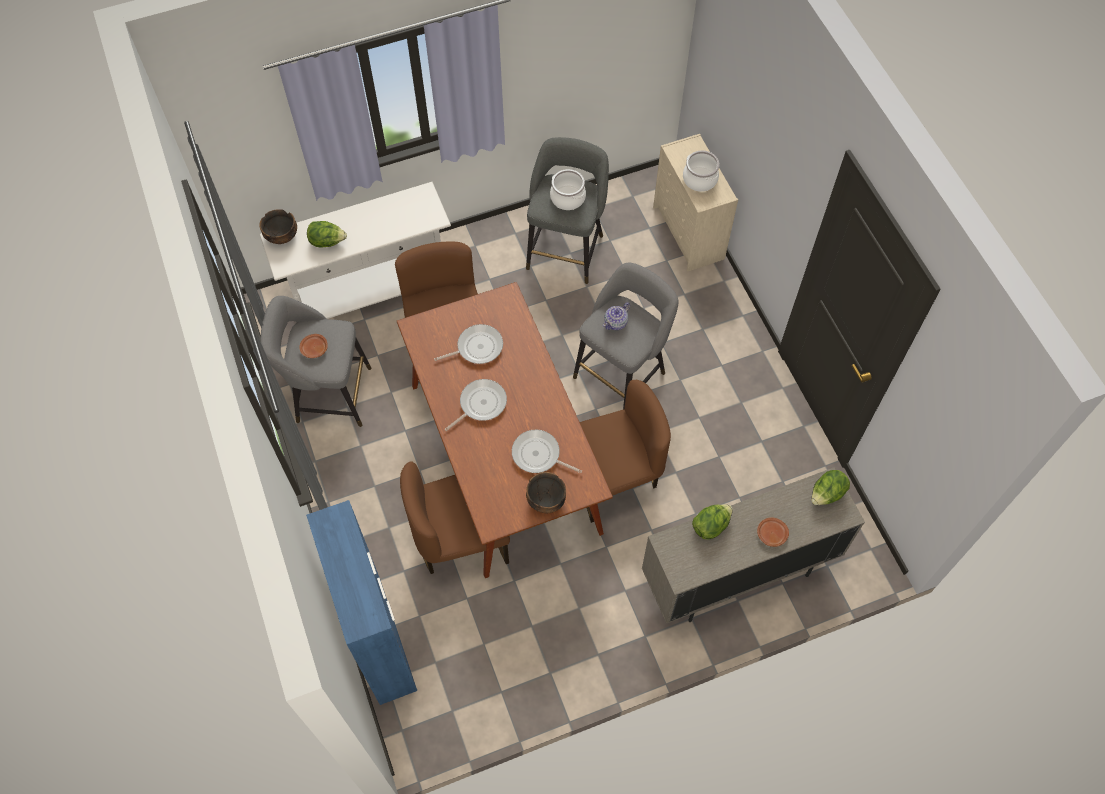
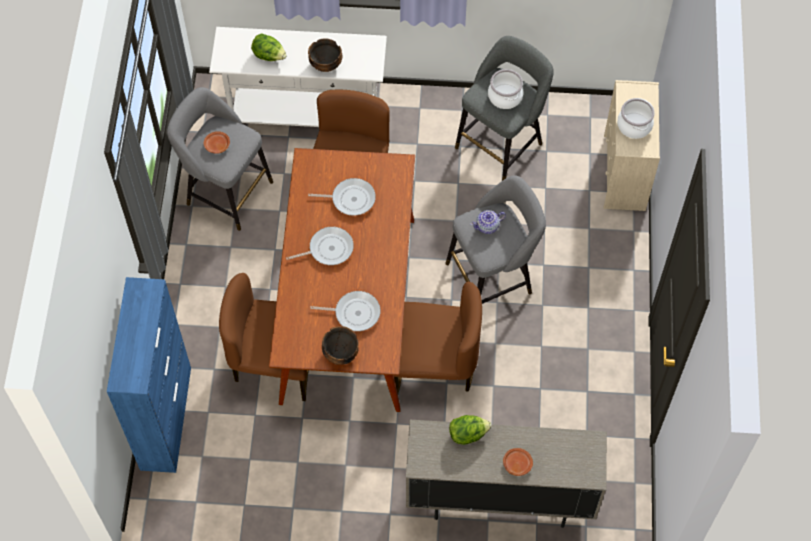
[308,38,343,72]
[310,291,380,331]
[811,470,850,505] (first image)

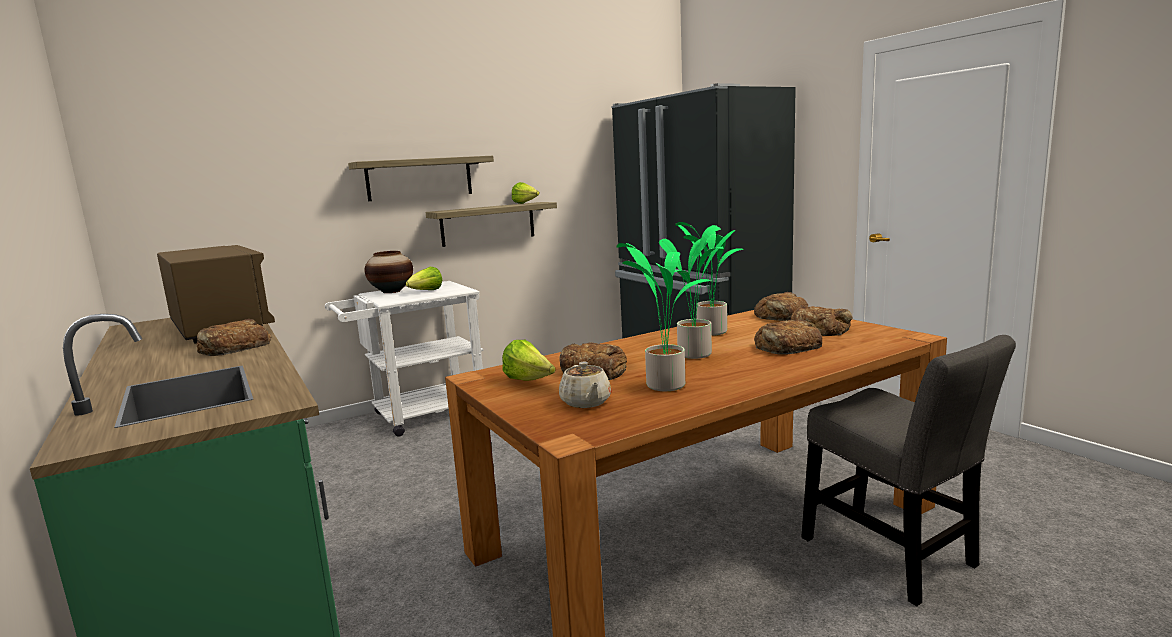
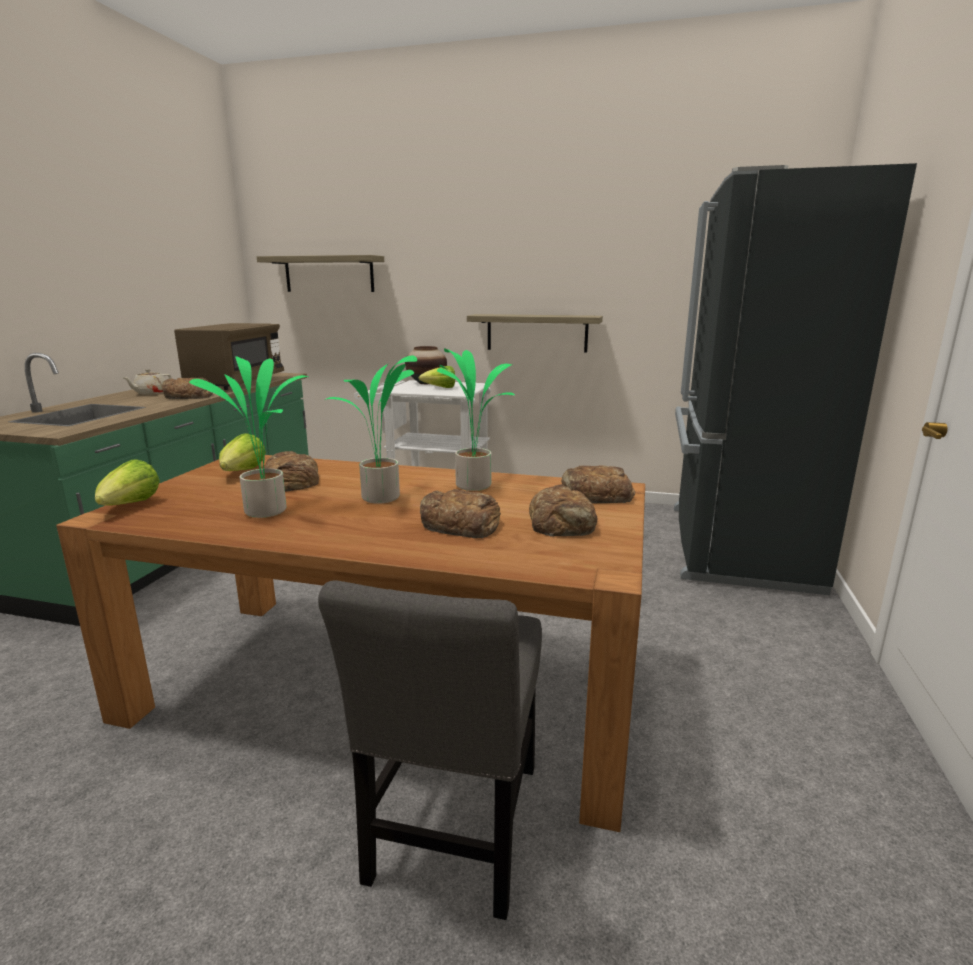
[257,255,384,292]
[95,459,160,506]
[122,369,171,395]

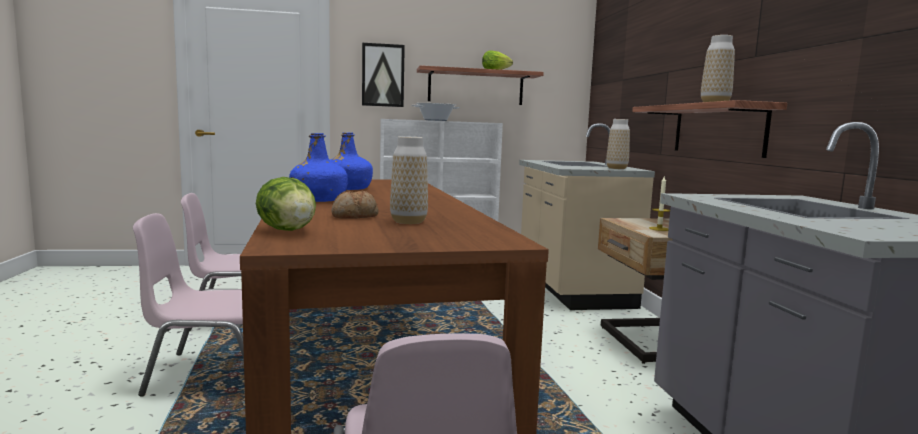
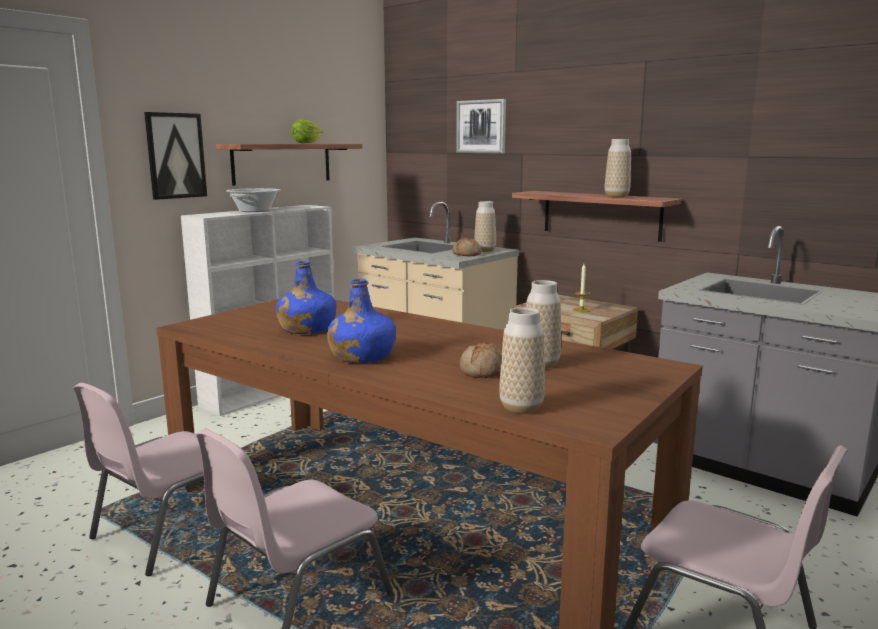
[499,307,545,414]
[452,238,481,256]
[456,99,506,154]

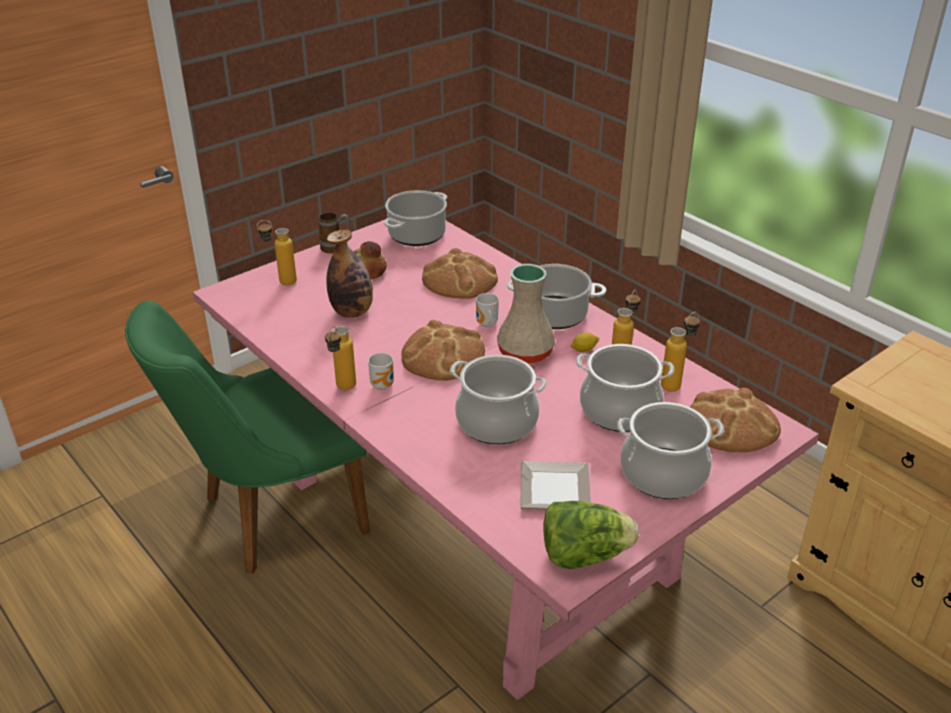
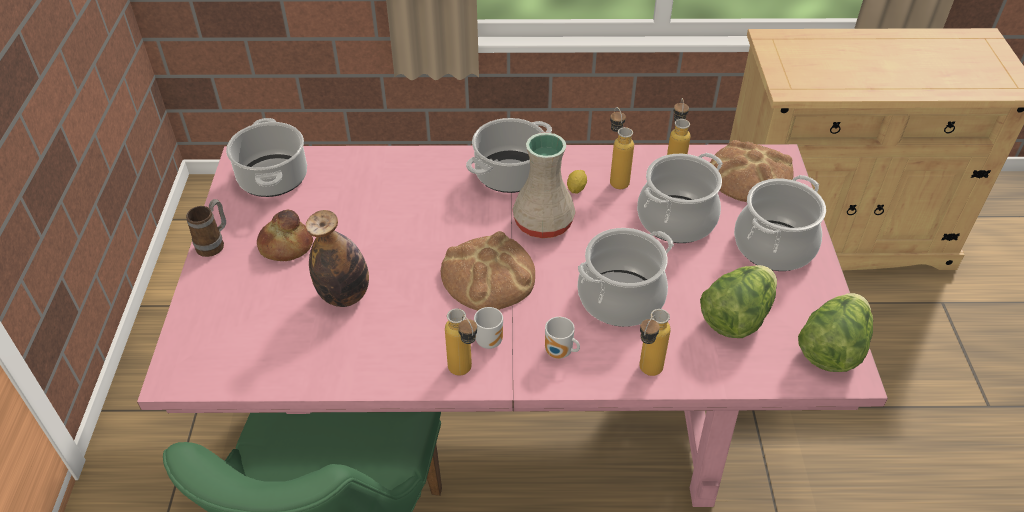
[639,309,671,376]
[422,248,498,299] (first image)
[545,317,580,359]
[700,265,777,338]

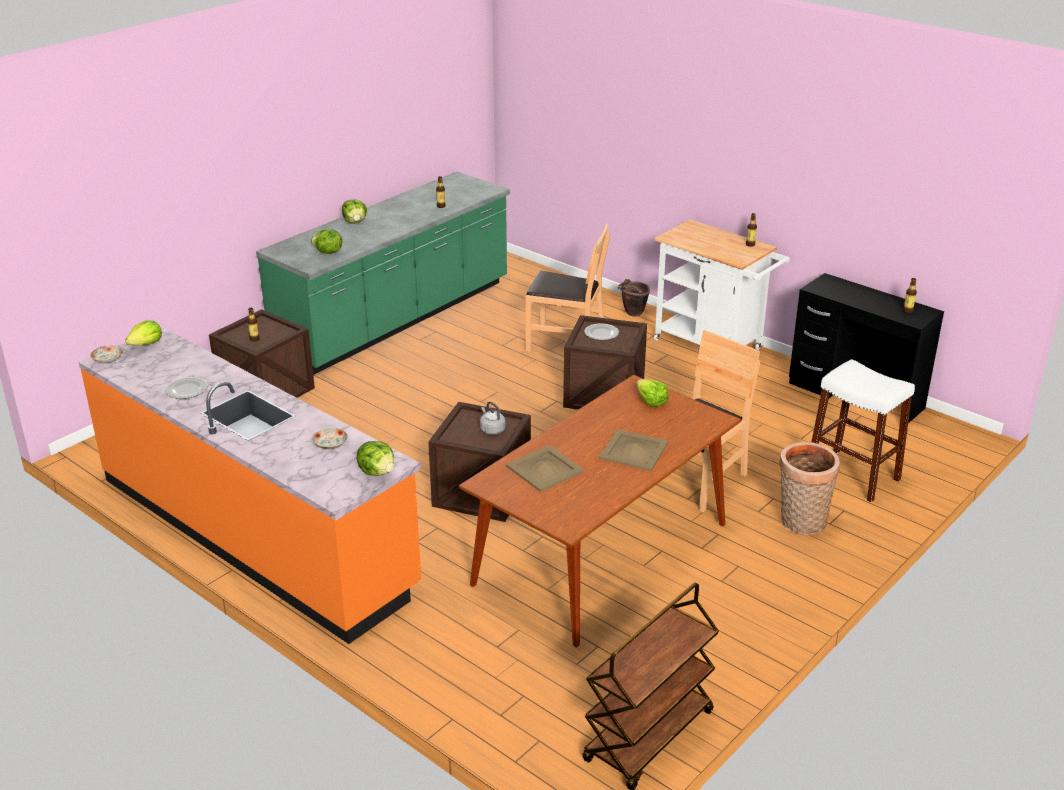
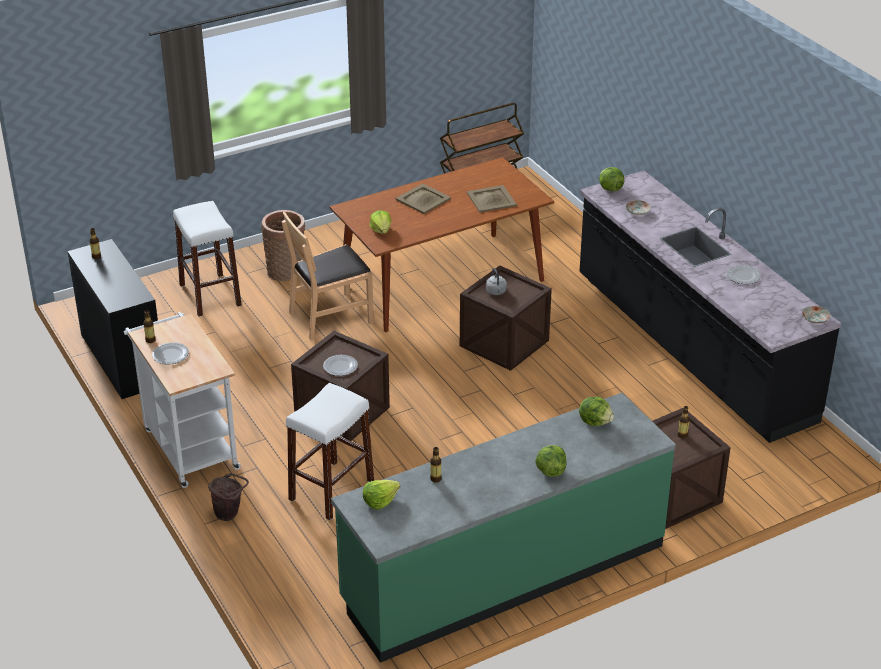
[579,170,841,443]
[363,480,400,510]
[286,383,374,520]
[152,342,189,364]

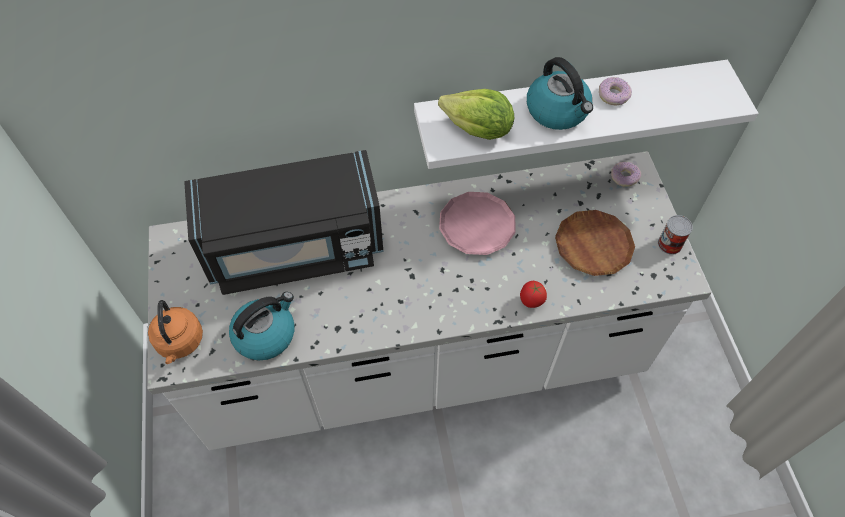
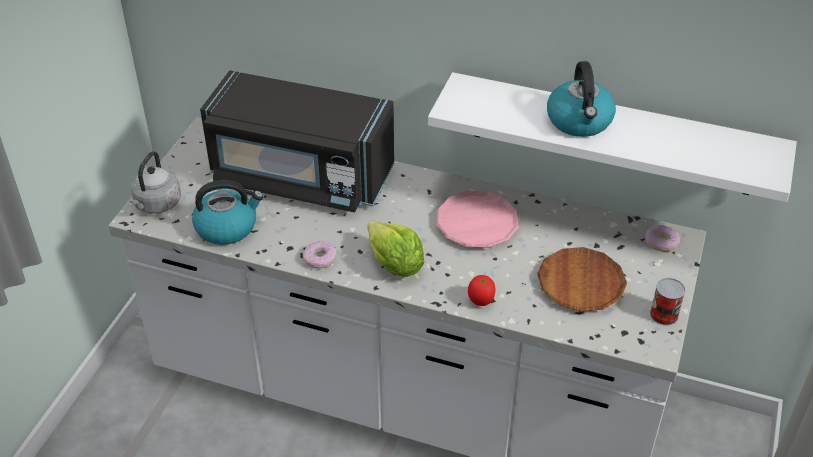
[129,151,181,214]
[367,221,425,277]
[303,241,337,268]

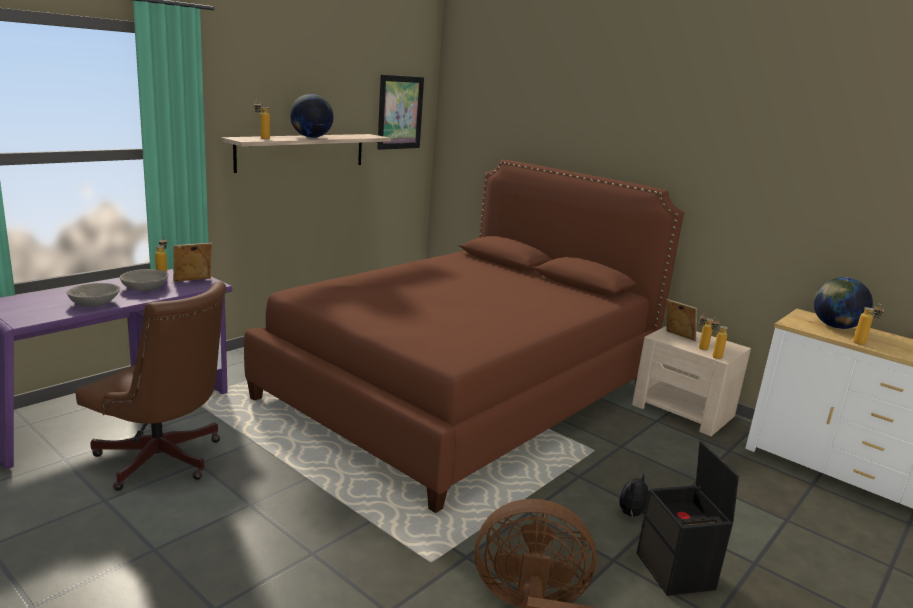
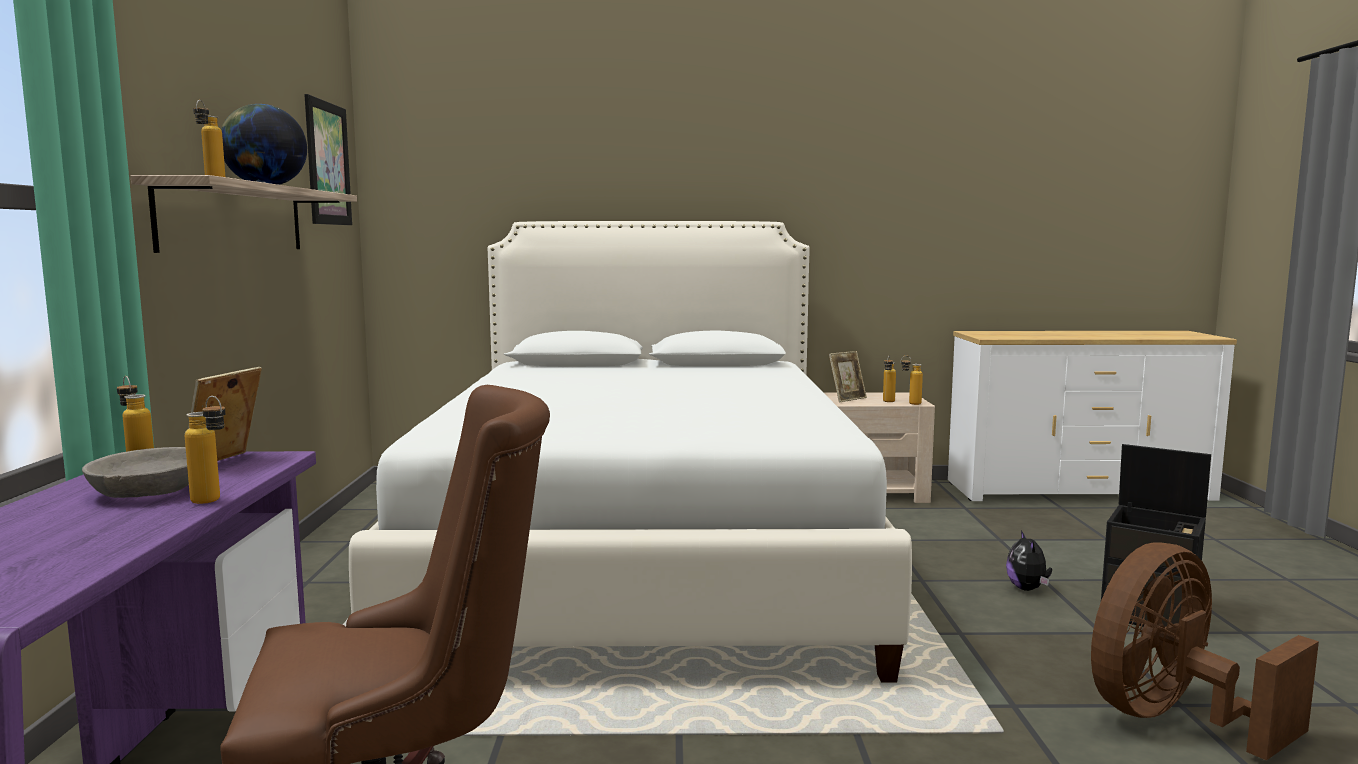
[67,283,120,307] (first image)
[349,221,912,682]
[829,351,867,403]
[813,277,873,329] (first image)
[185,396,225,504]

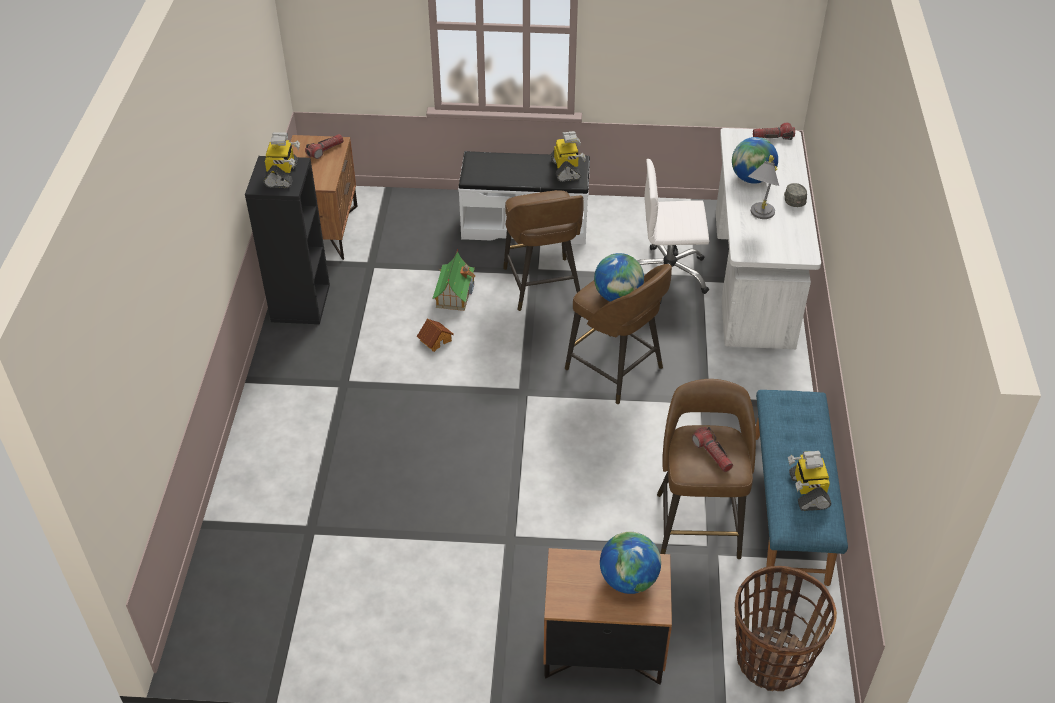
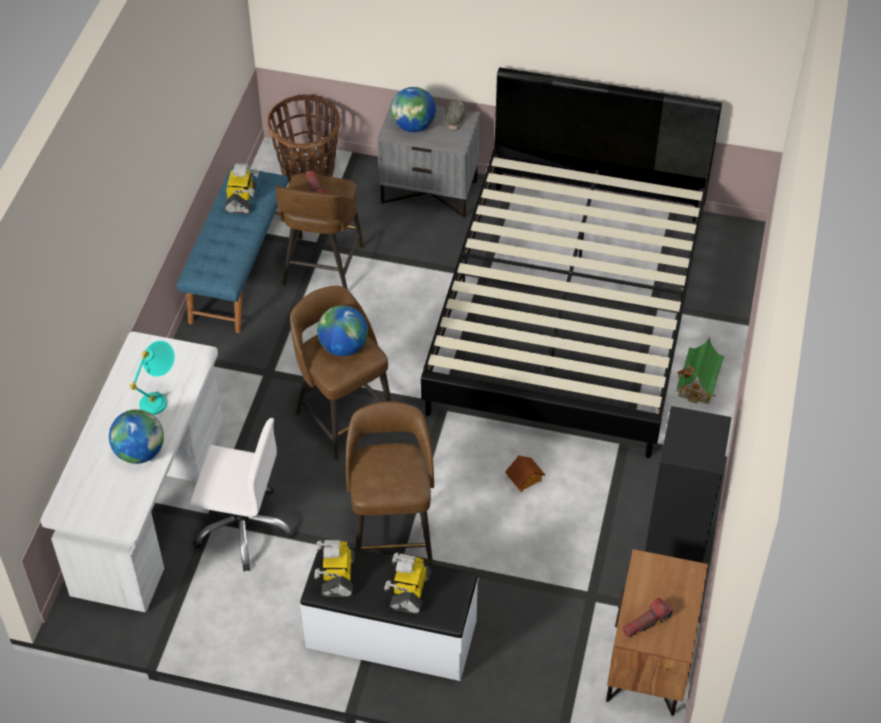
[384,553,431,614]
[676,336,724,404]
[377,100,481,218]
[130,341,175,415]
[753,123,795,140] (first image)
[445,100,465,132]
[421,67,722,458]

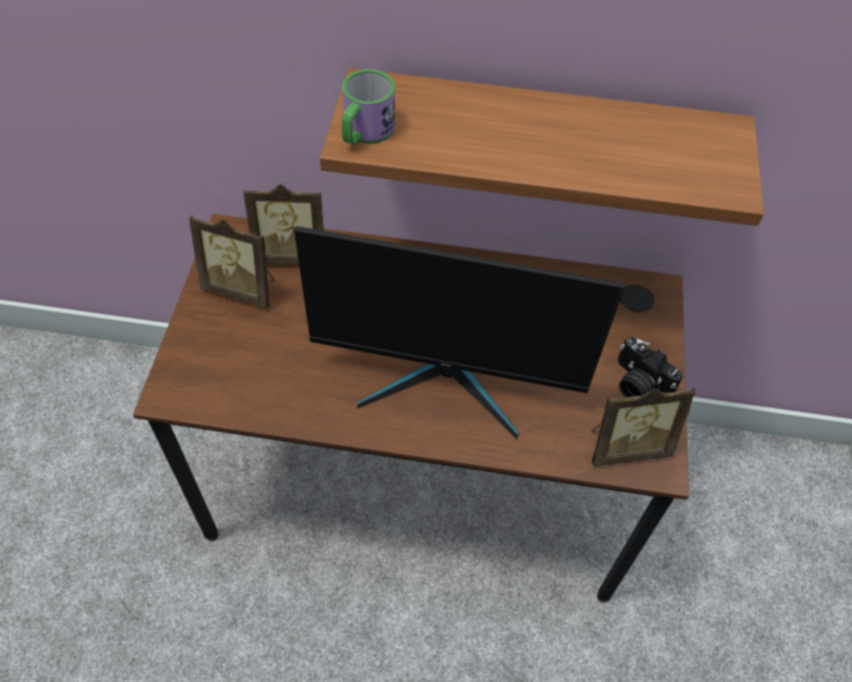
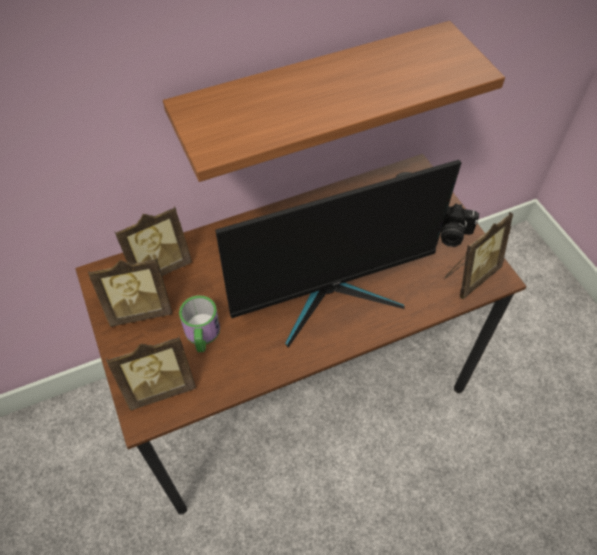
[179,295,220,352]
[106,335,196,411]

